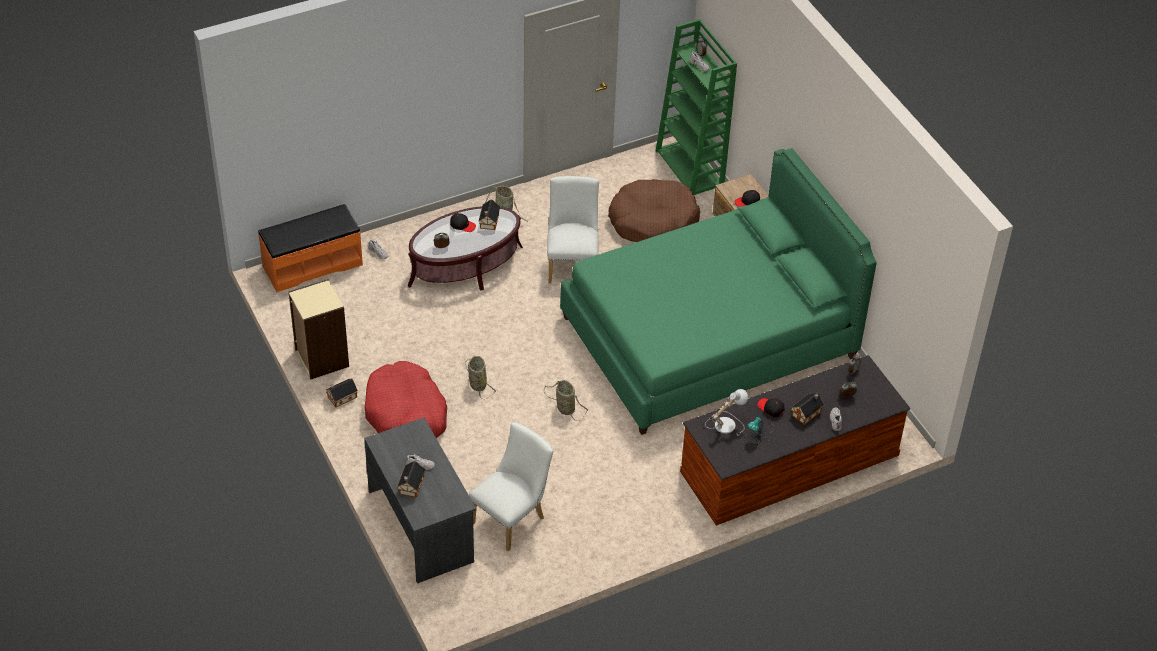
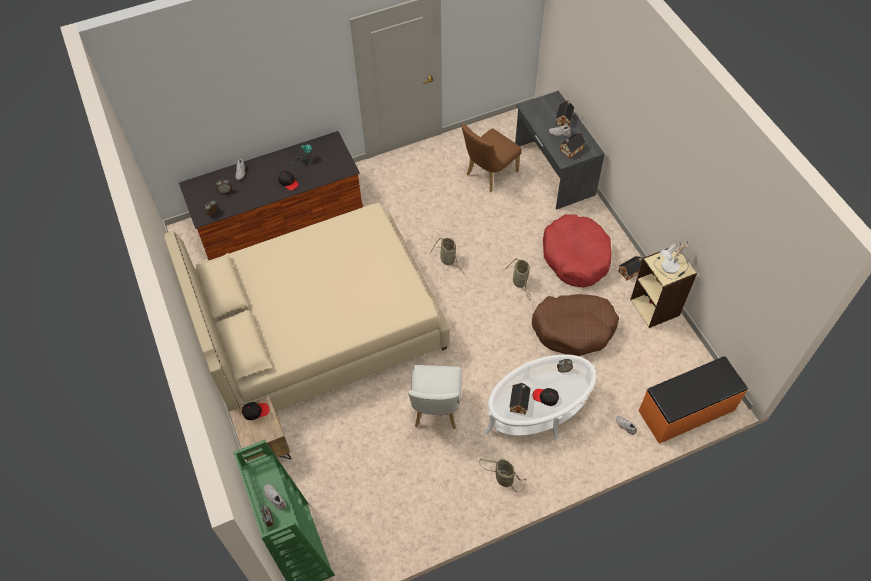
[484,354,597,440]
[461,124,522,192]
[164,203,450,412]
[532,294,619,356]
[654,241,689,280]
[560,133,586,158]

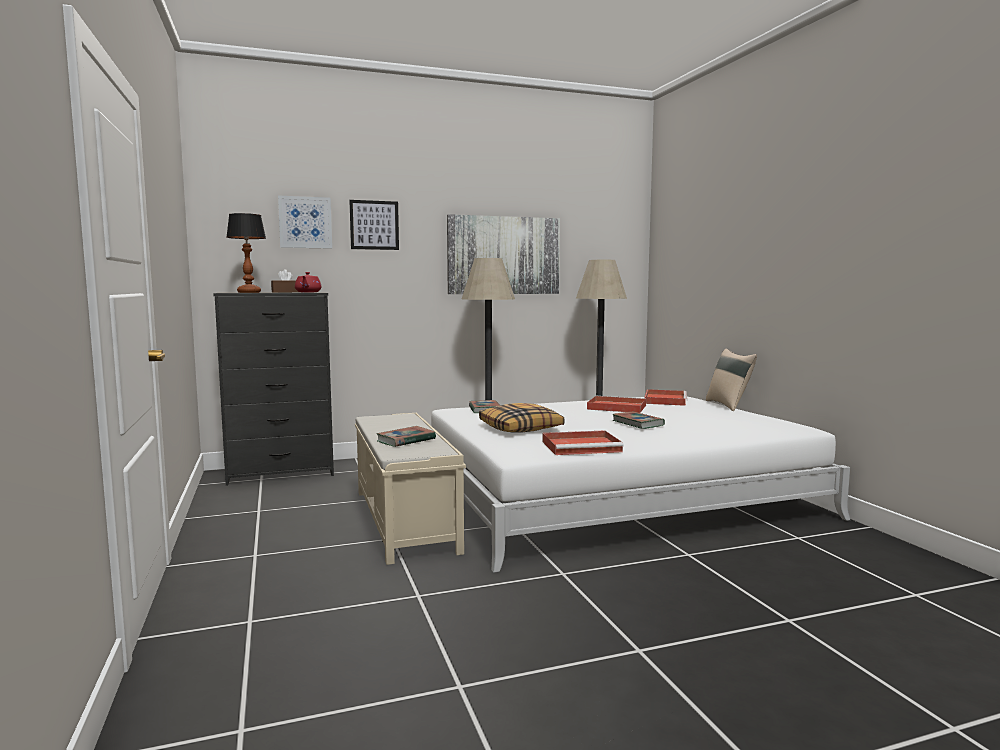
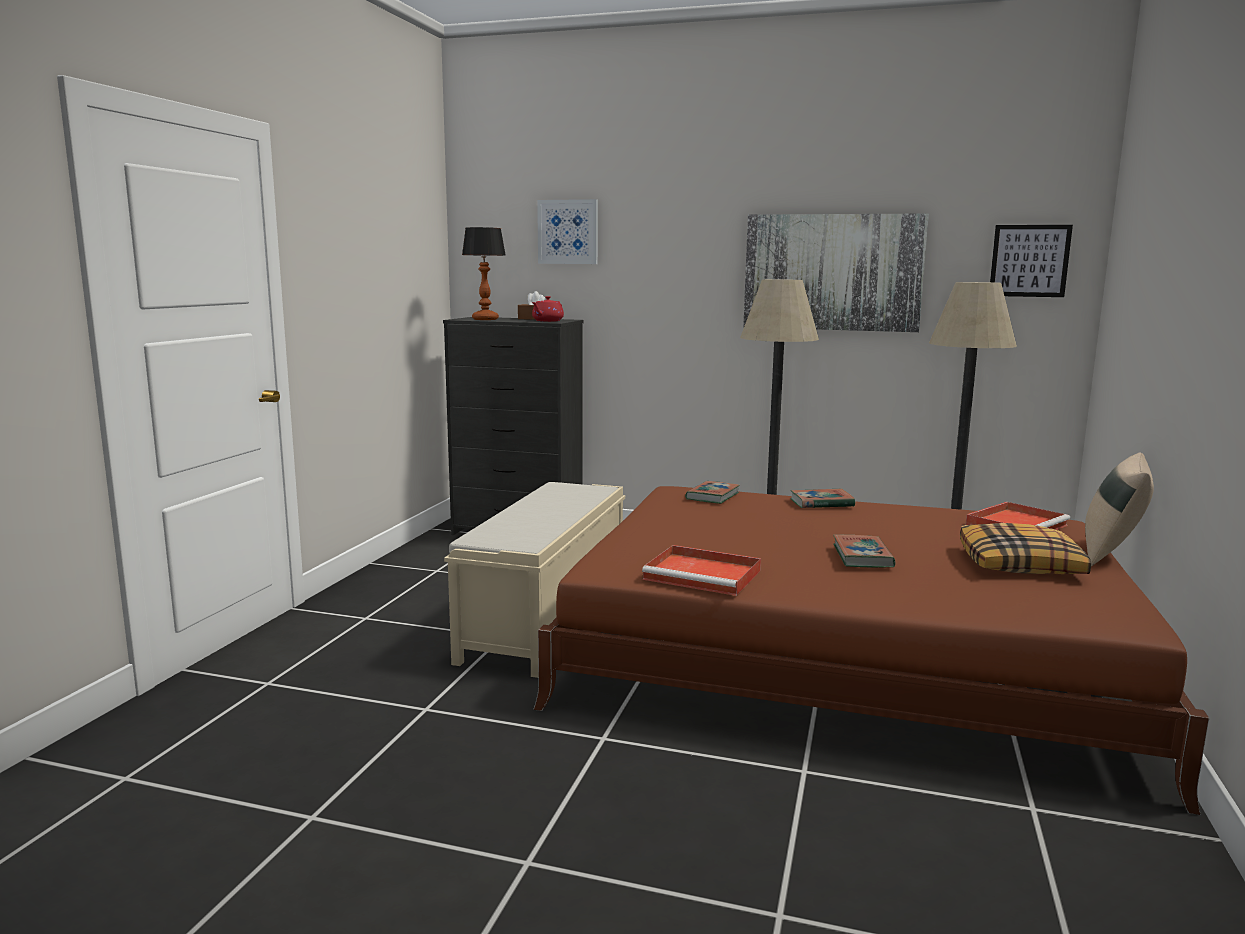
[990,225,1073,297]
[790,489,855,508]
[534,486,1209,815]
[960,523,1091,574]
[587,396,646,413] (first image)

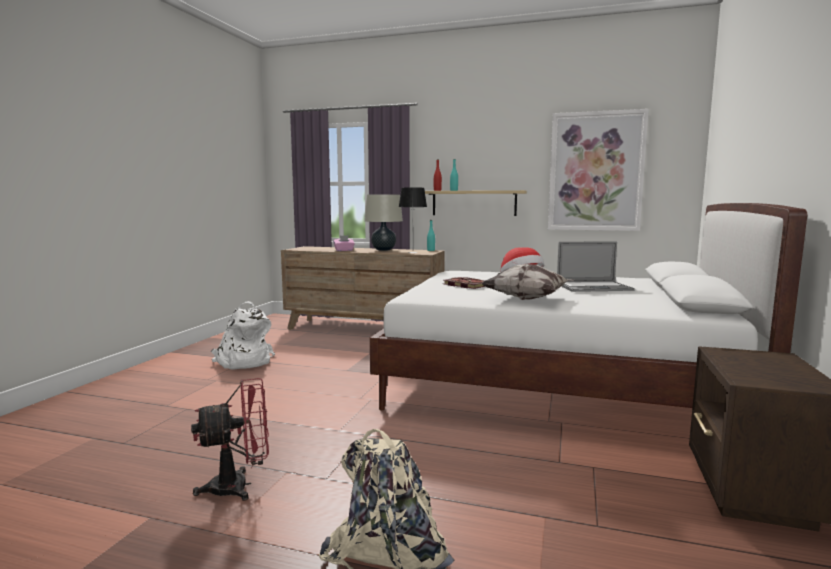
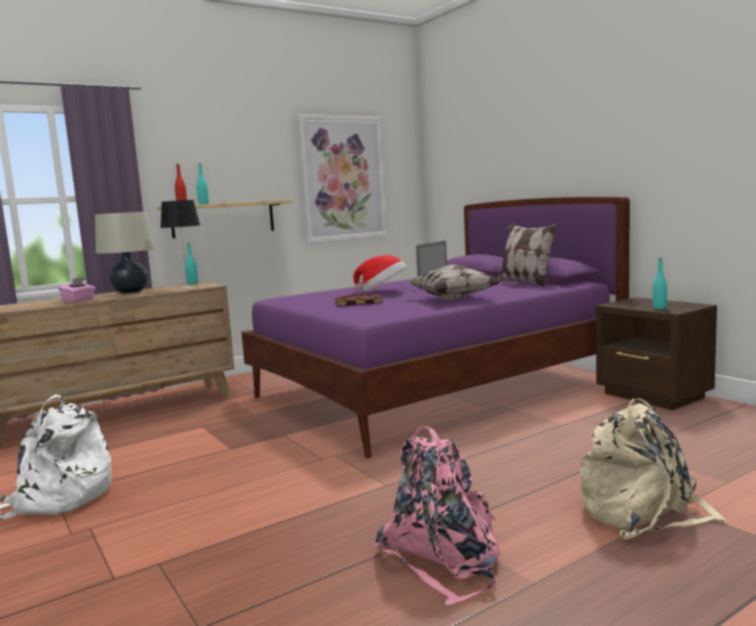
[375,426,500,606]
[241,196,630,458]
[498,222,558,287]
[653,258,667,309]

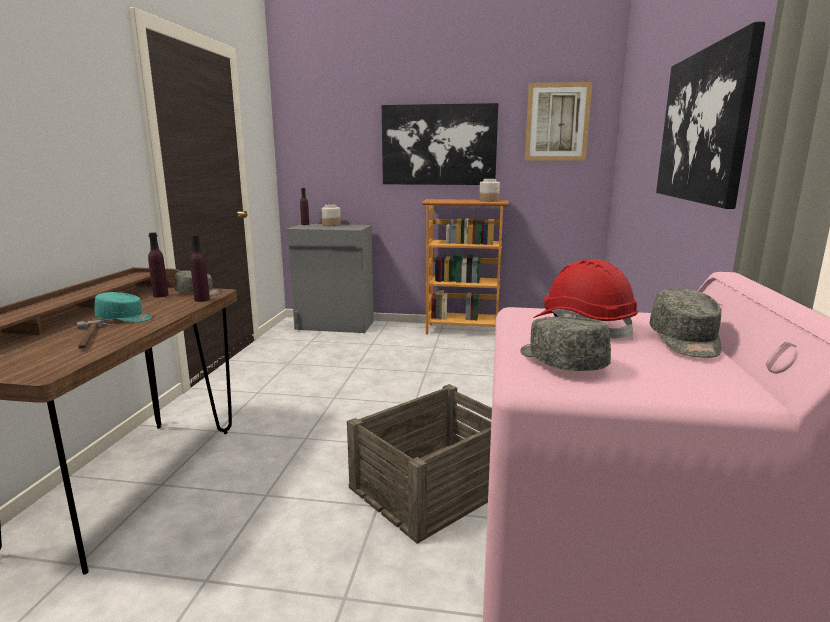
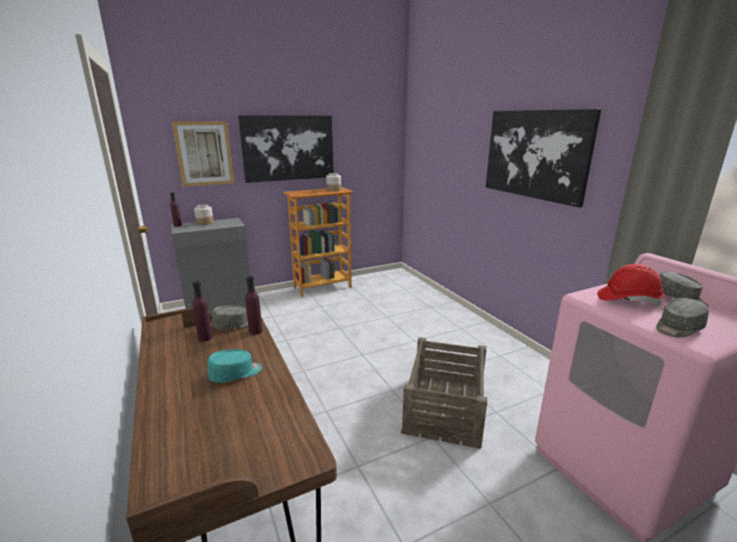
[77,319,115,349] (first image)
[656,298,709,338]
[172,121,235,187]

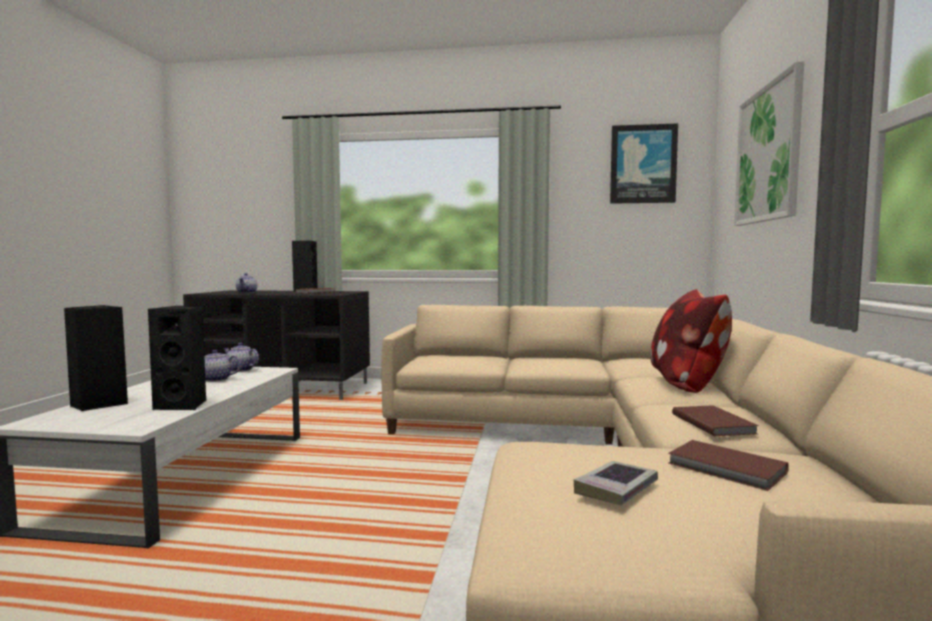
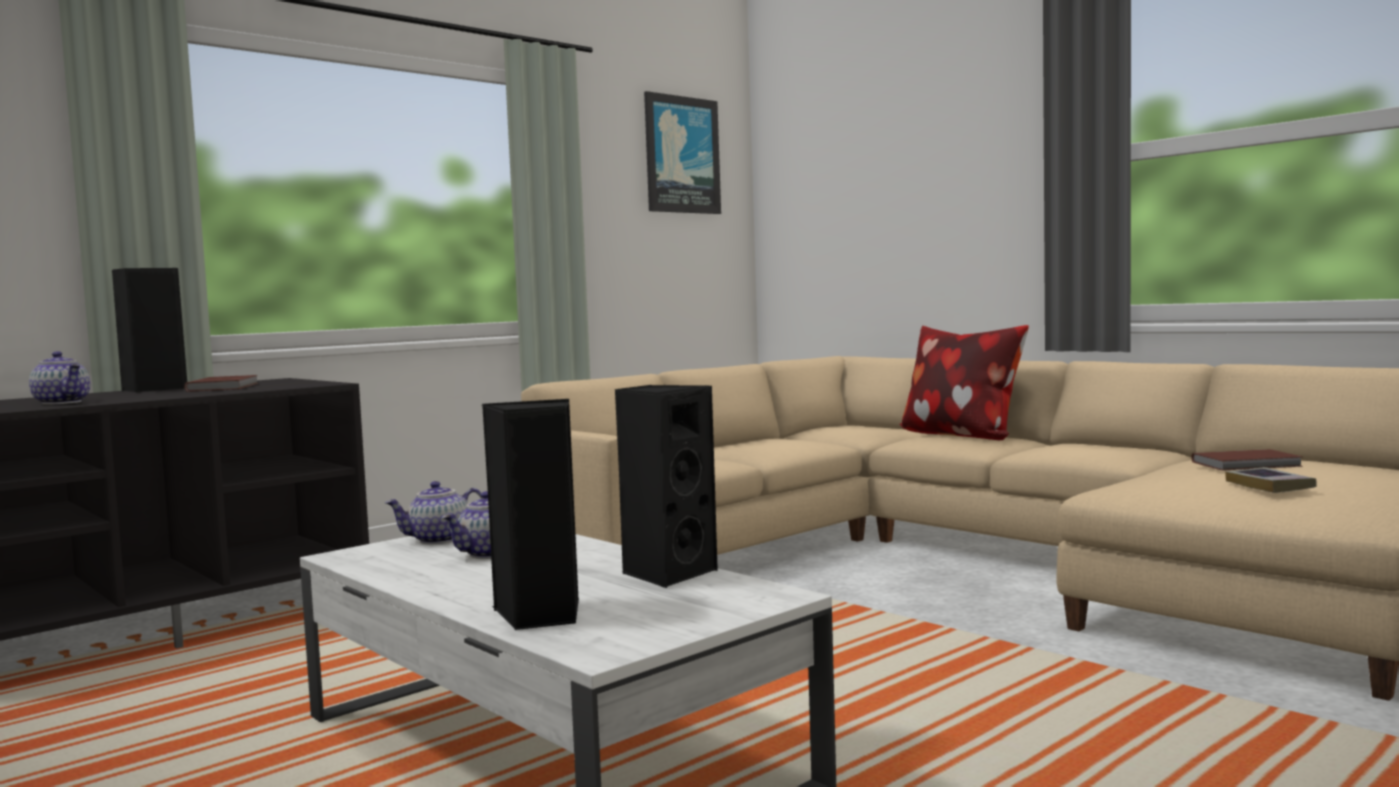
[672,405,759,436] (first image)
[734,61,804,226] (first image)

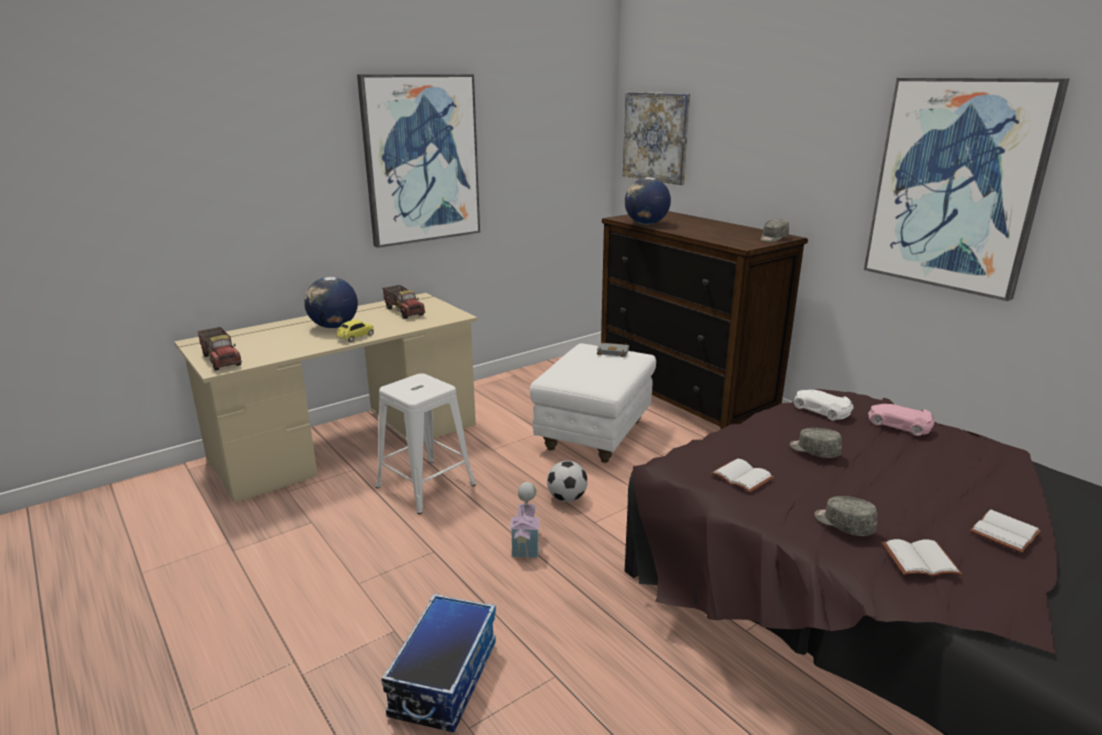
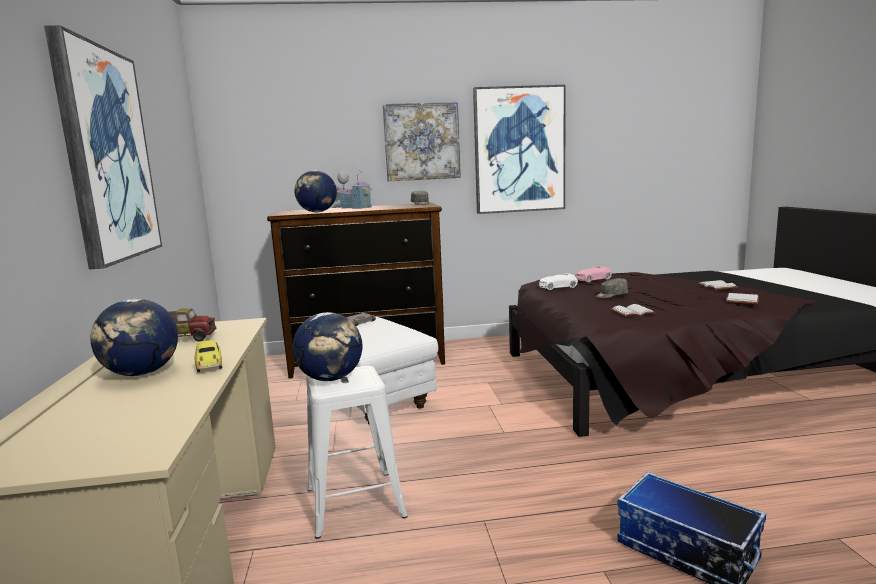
[197,327,242,371] (first image)
[337,169,373,209]
[547,461,588,502] (first image)
[383,102,461,181]
[814,496,877,536] (first image)
[293,312,362,381]

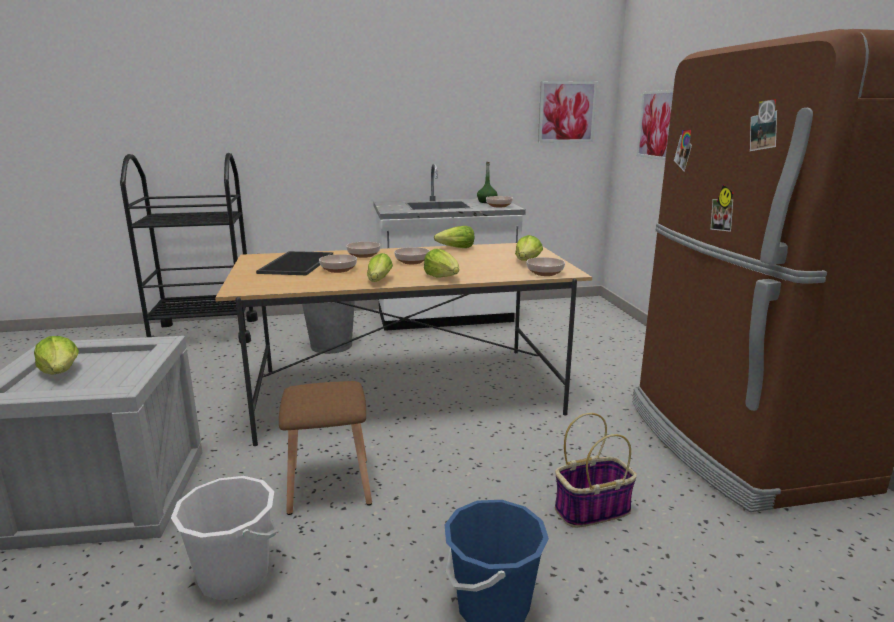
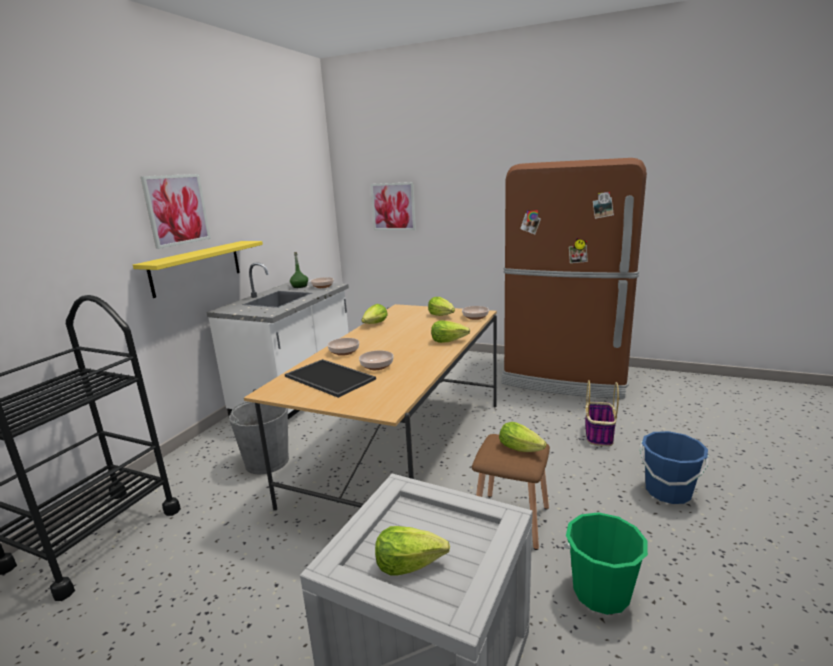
[564,512,648,615]
[499,422,546,452]
[394,247,430,264] (first image)
[140,174,211,249]
[133,241,263,298]

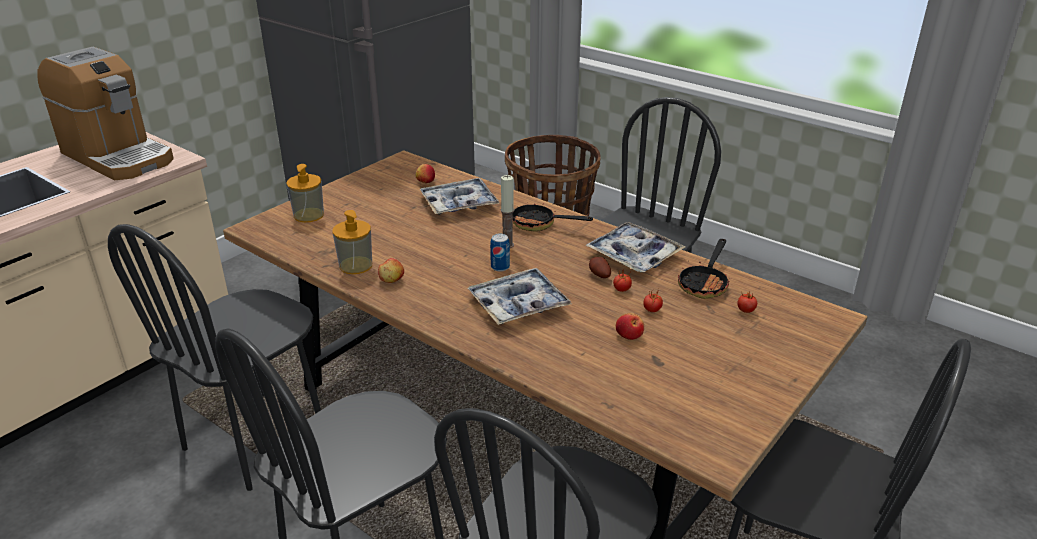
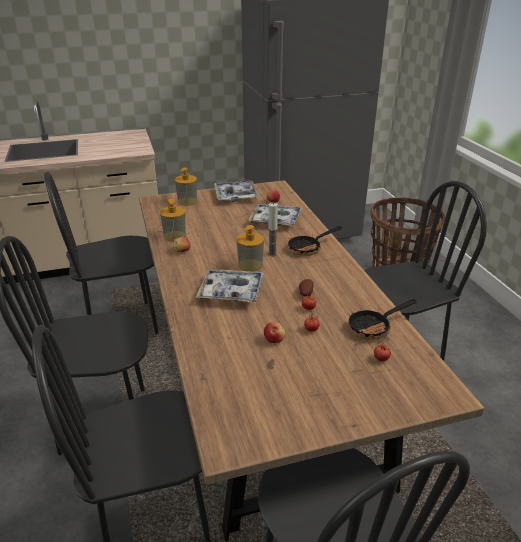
[37,47,174,180] (first image)
[236,225,264,272]
[288,226,342,256]
[214,180,259,202]

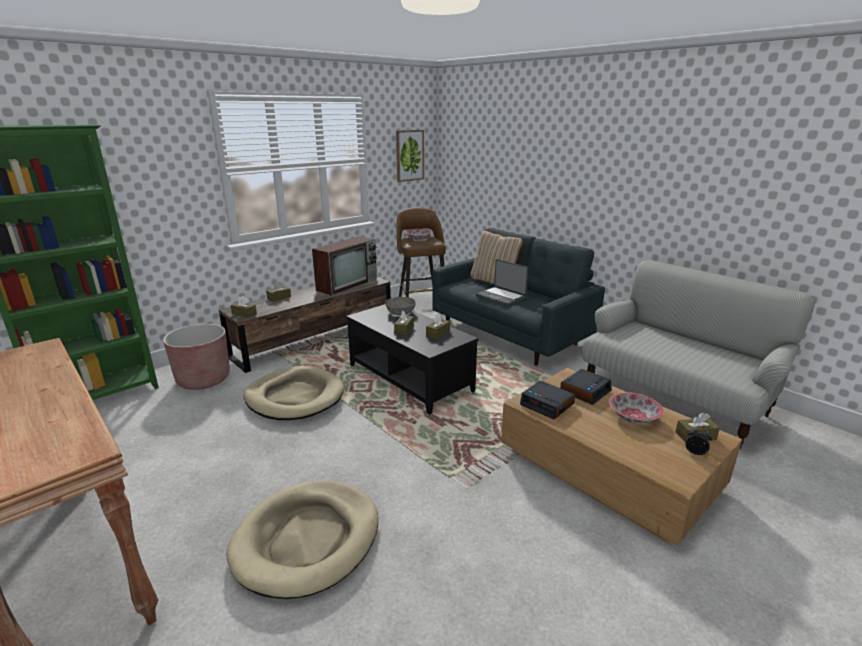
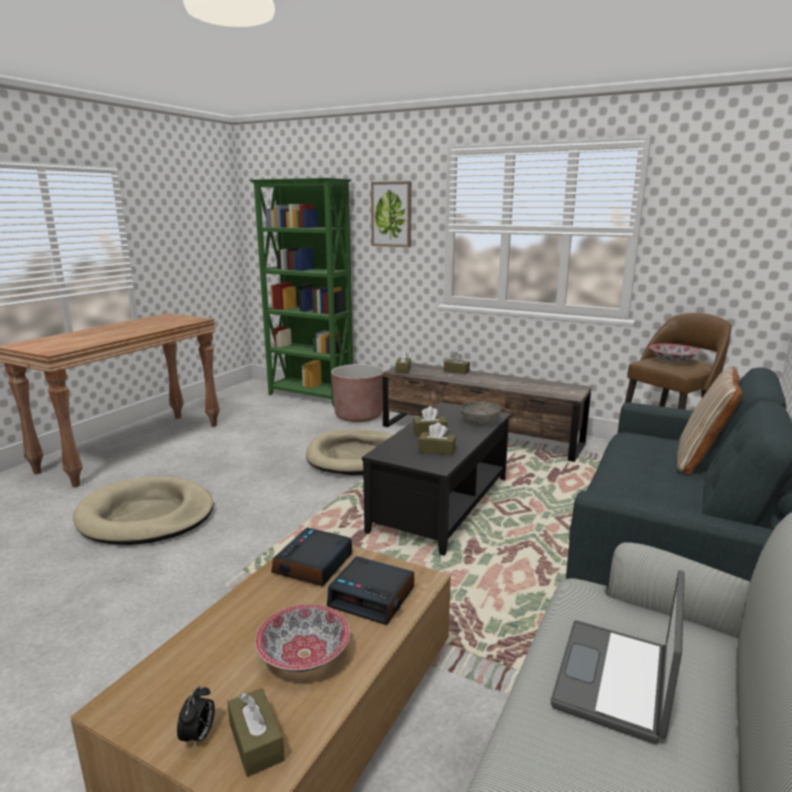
[312,236,377,296] (first image)
[371,181,411,247]
[550,570,685,744]

